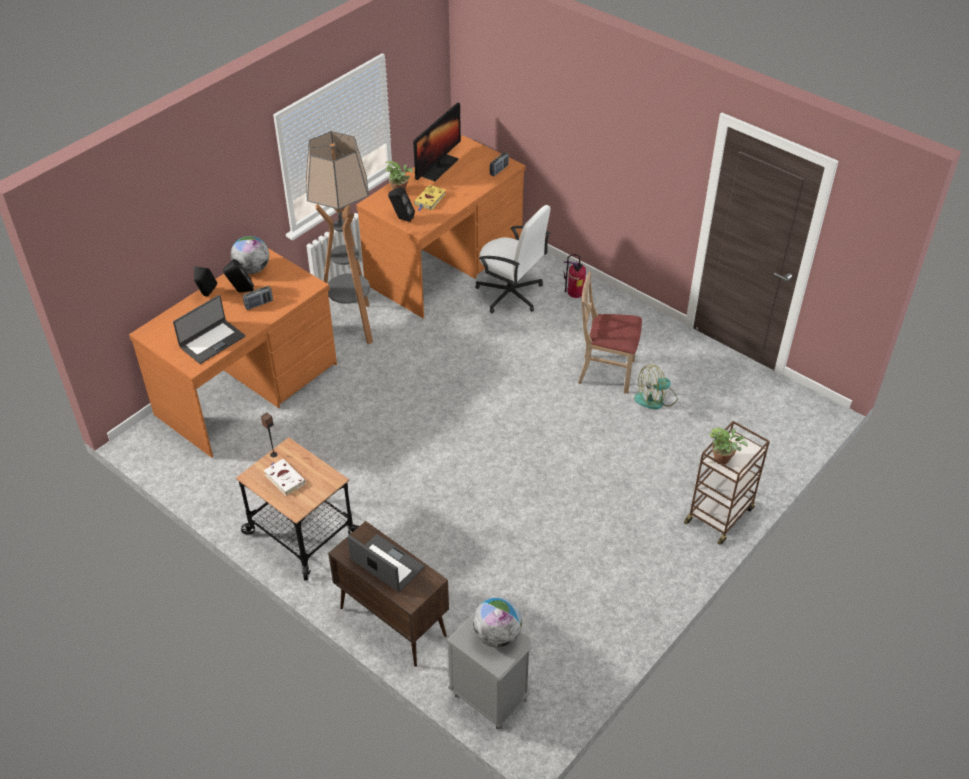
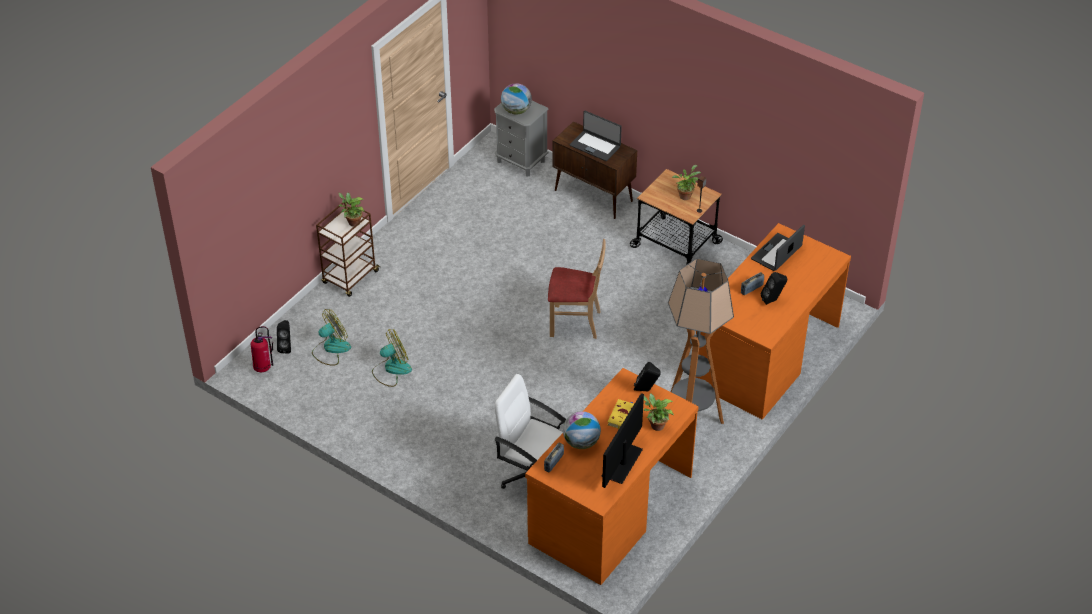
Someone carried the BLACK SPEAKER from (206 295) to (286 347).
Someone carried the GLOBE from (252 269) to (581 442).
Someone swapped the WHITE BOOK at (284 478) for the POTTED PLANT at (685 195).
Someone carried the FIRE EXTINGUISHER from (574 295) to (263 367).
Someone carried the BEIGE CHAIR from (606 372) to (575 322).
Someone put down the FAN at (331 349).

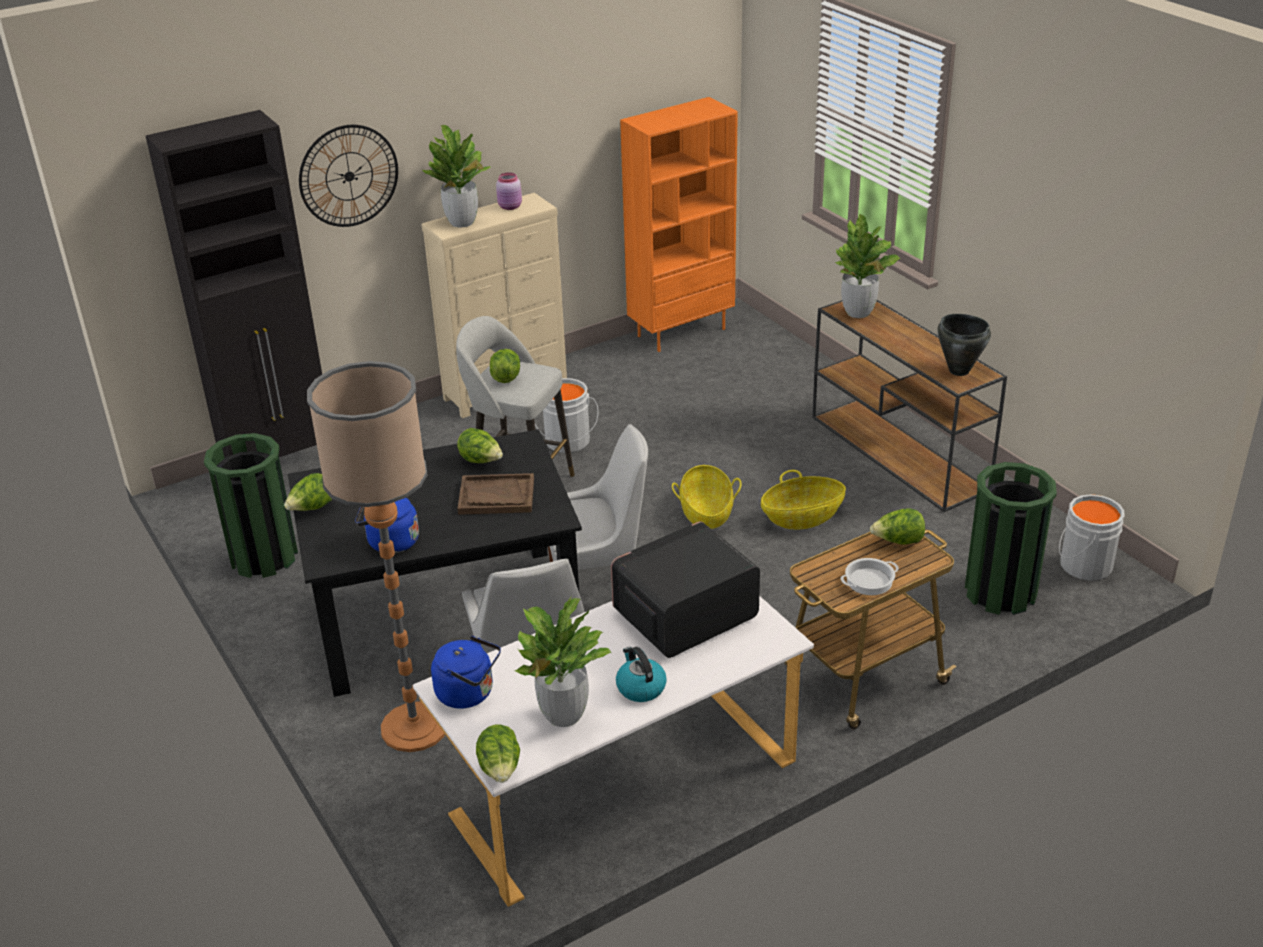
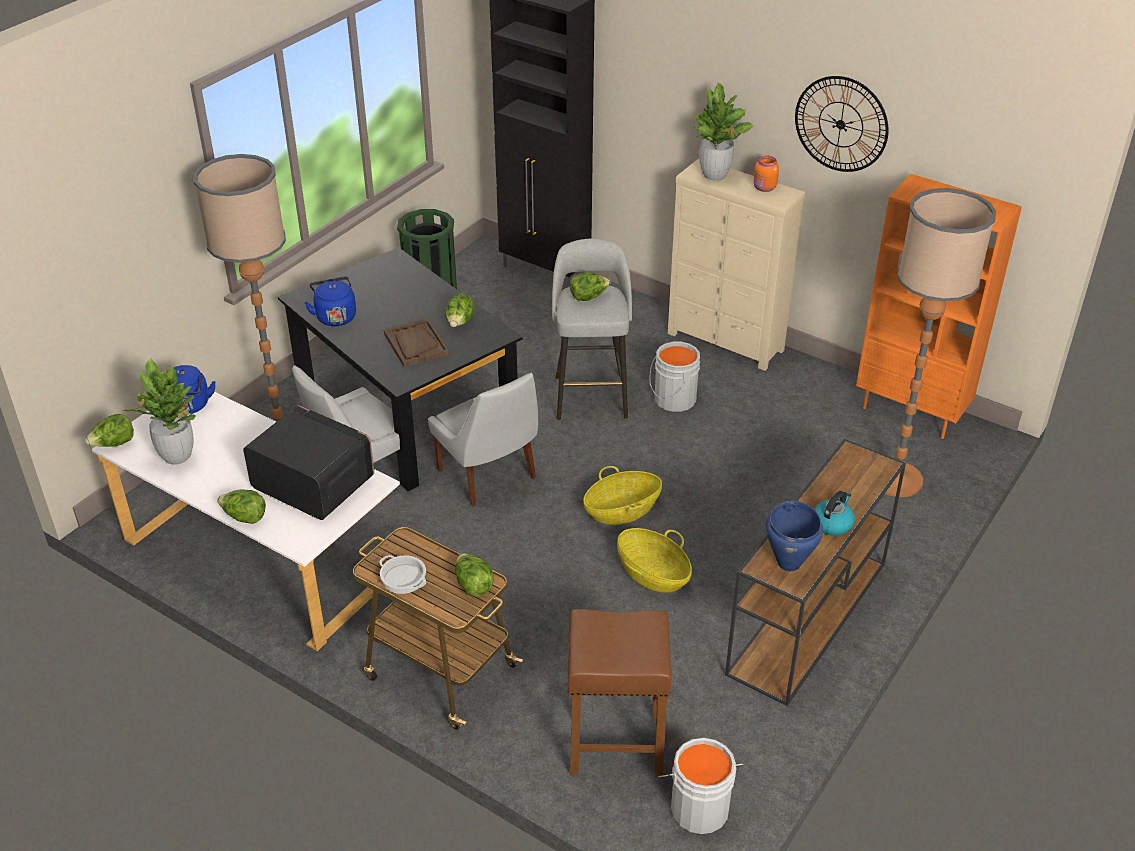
Someone carried the LETTUCE from (312 508) to (244 517).
Someone carried the WALL CLOCK from (349 176) to (841 124).
Someone repainted the PINK JAR at (510 207), which became the ORANGE JAR at (764 188).
Someone carried the KETTLE from (640 687) to (832 523).
Someone took away the POTTED PLANT at (858 312).
Someone repainted the BLACK COOKING POT at (959 370), which became the BLUE COOKING POT at (789 563).
Someone swapped the GREEN TRASH CAN at (1000 592) for the BROWN STOOL at (614 745).
Someone put down the FLOOR LAMP at (896 479).

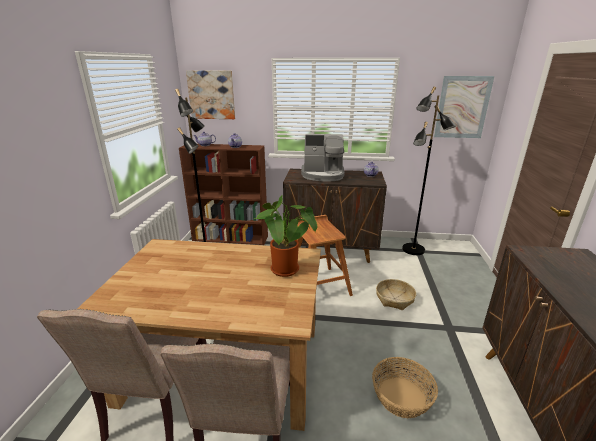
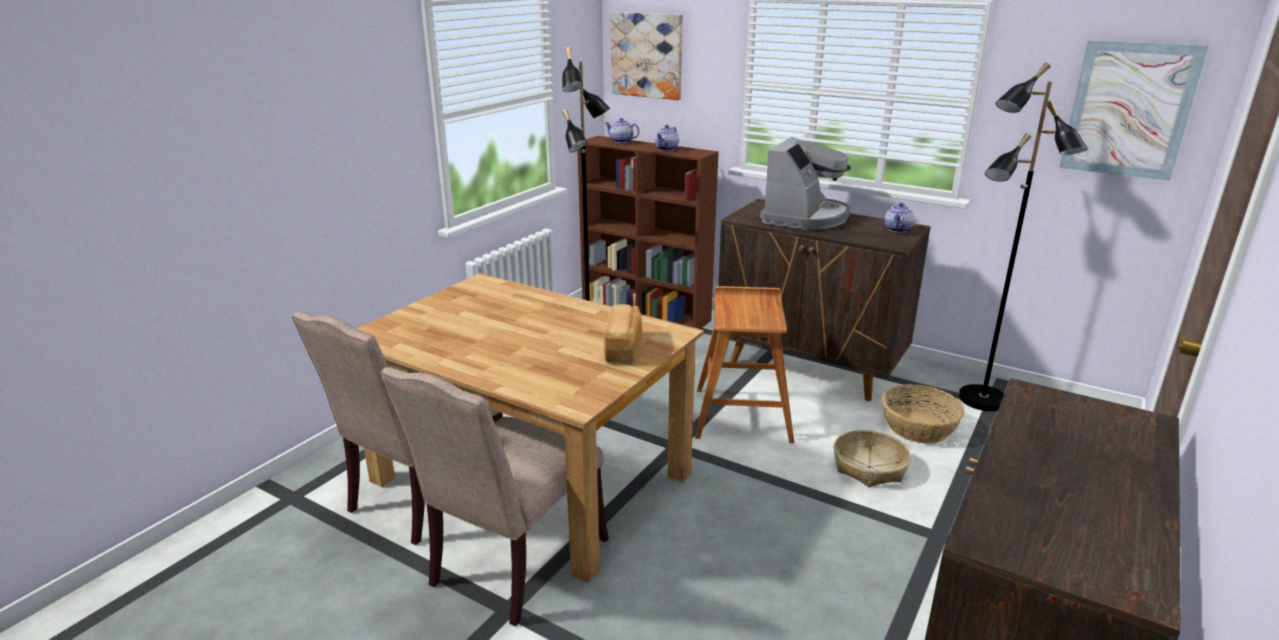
Someone swapped the POTTED PLANT at (287 271) for the BREAD at (624 347).
Someone rotated the COFFEE MACHINE at (323 175) by 90 degrees counterclockwise.
Someone carried the BASKET from (402 397) to (919 427).

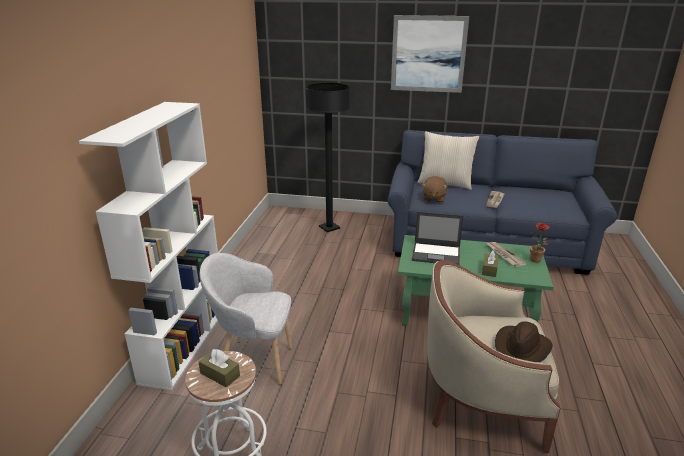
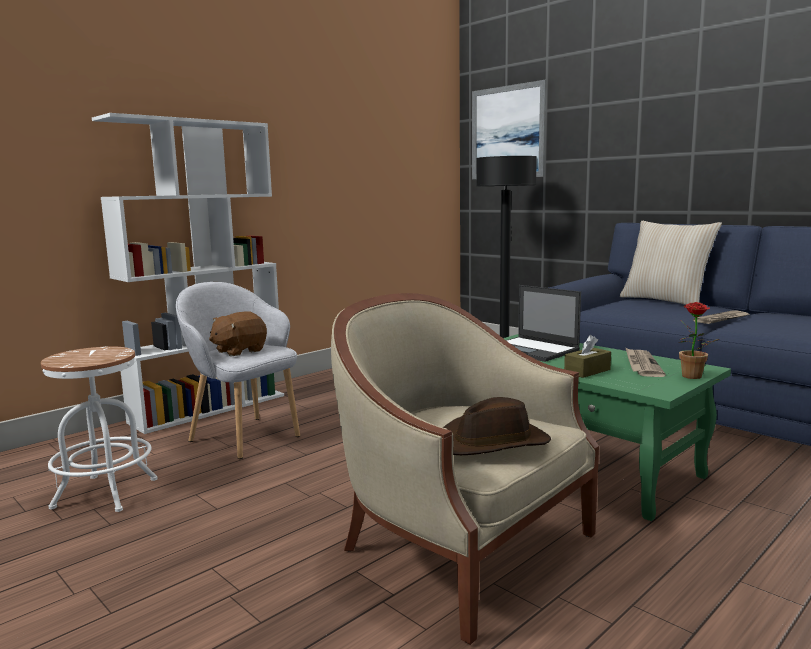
Someone took away the BROWN TISSUE BOX at (220 374).
Someone carried the PICTURE from (428 54) to (507 132).
Someone carried the BROWN PLUSH TOY from (433 198) to (239 351).

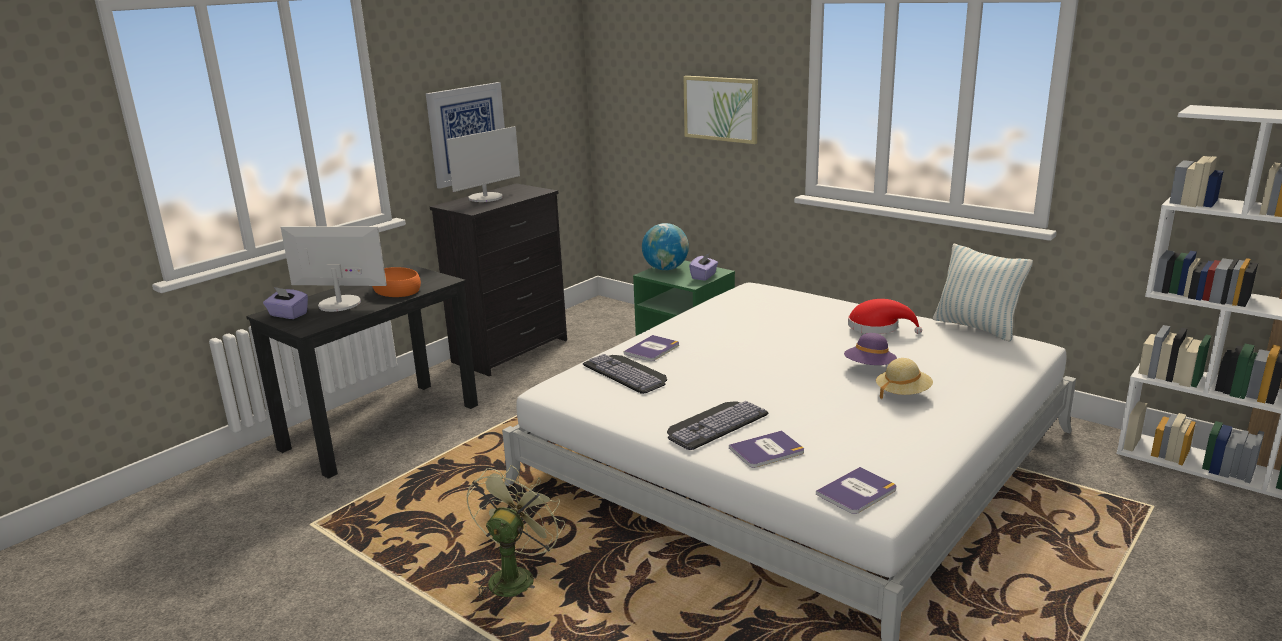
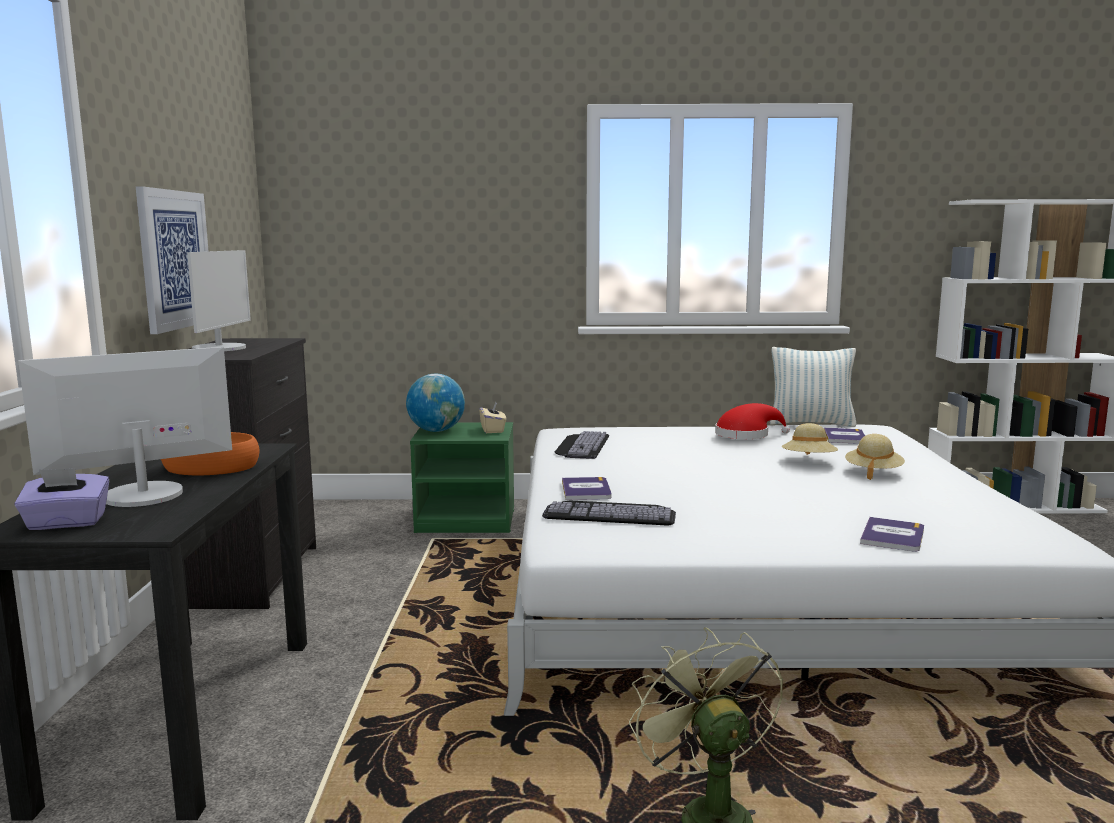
Someone carried the KEYBOARD from (714 423) to (581 445).
Someone took away the PICTURE at (721 108).
Someone repainted the PURPLE TISSUE BOX at (704 276), which became the BEIGE TISSUE BOX at (493 430).
Someone carried the BOOK from (857 492) to (845 437).
Someone repainted the PURPLE HAT at (869 367), which became the BEIGE HAT at (809 461).

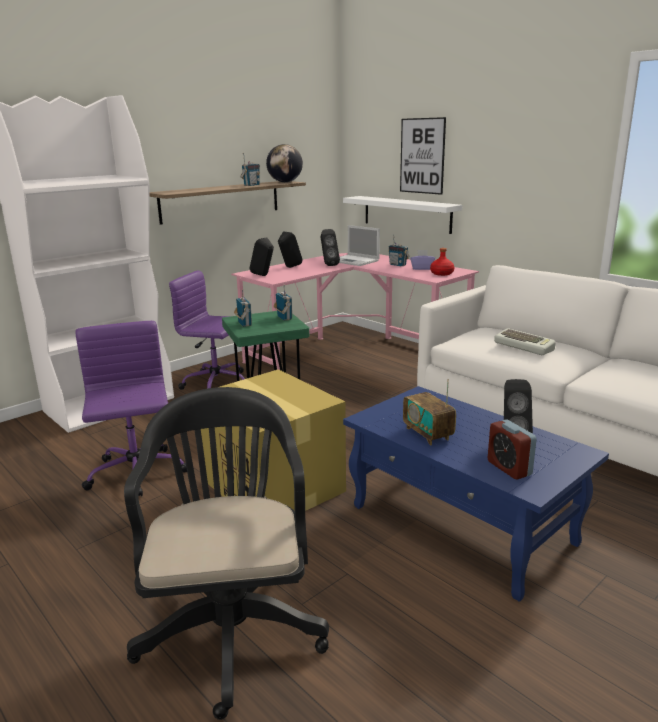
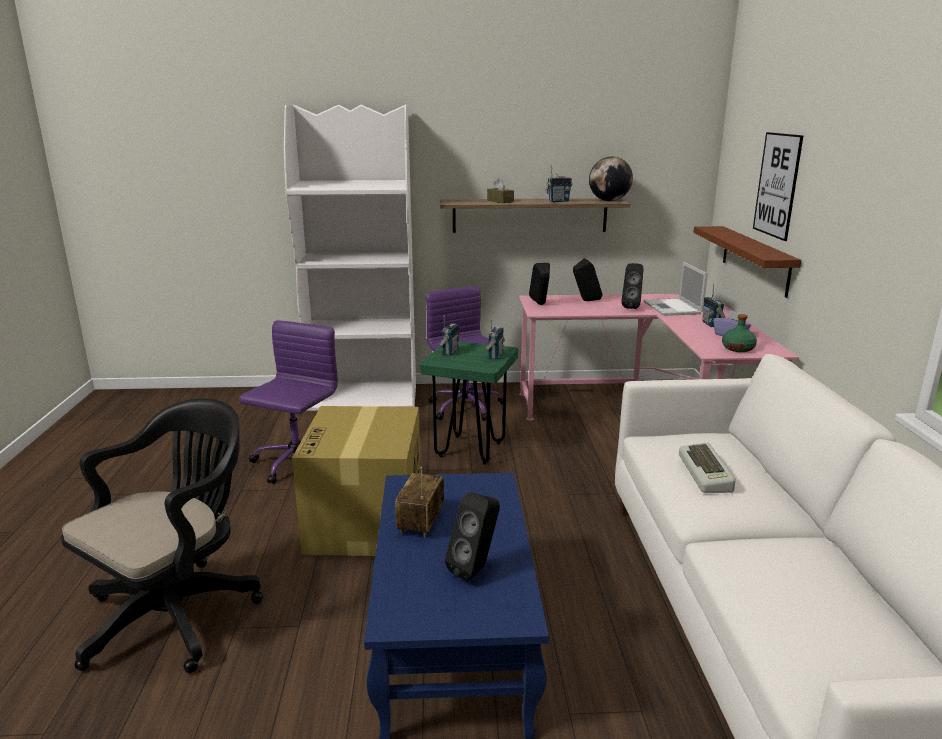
Someone repainted the WHITE SHELF at (406 214), which became the BROWN SHELF at (755 259).
Someone repainted the RED BOTTLE at (441 273), which became the GREEN BOTTLE at (738 348).
Someone took away the ALARM CLOCK at (509 468).
Someone put down the BROWN TISSUE BOX at (500 201).

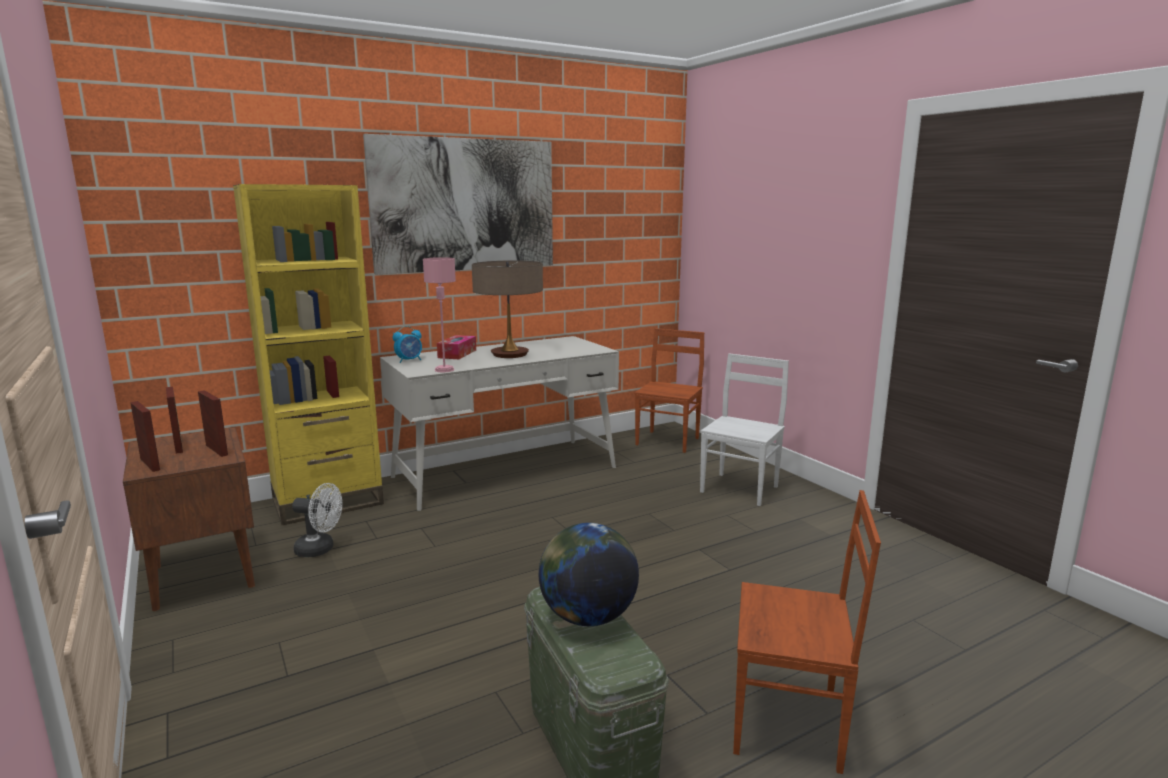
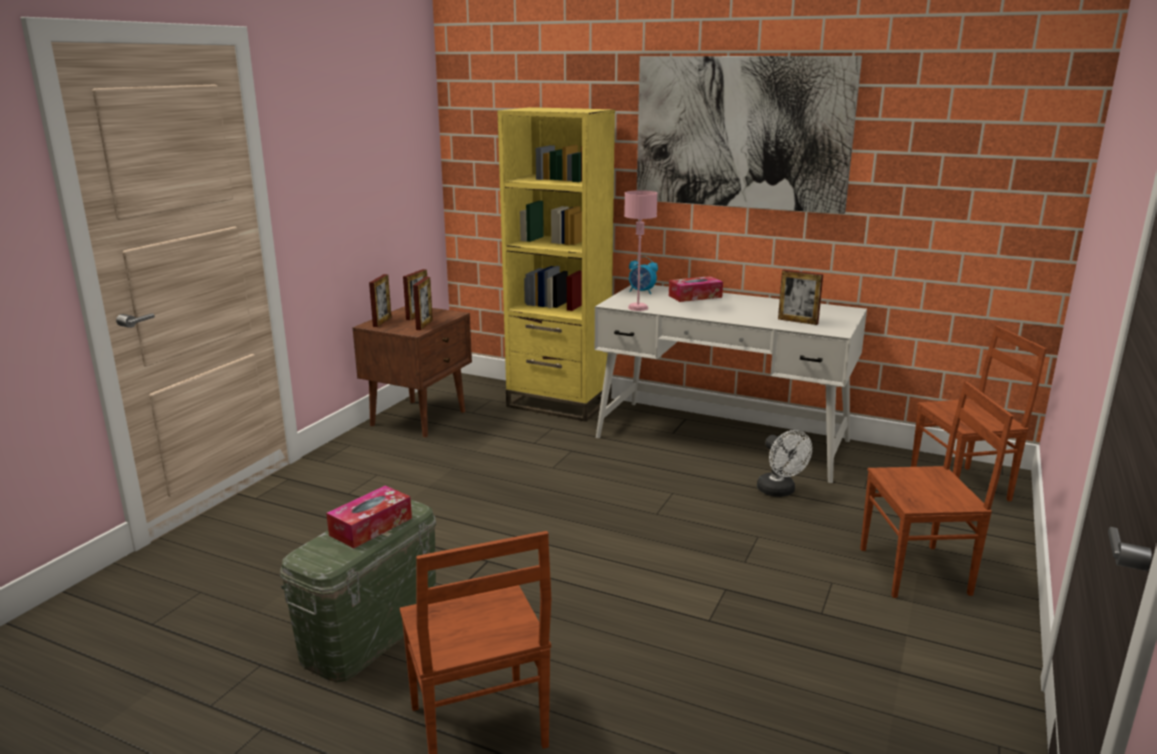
Someone carried the WHITE FAN from (320 549) to (780 492).
Someone took away the TABLE LAMP at (509 354).
Someone swapped the GLOBE at (587 617) for the TISSUE BOX at (371 526).
Someone repainted the WHITE CHAIR at (740 489), which became the BROWN CHAIR at (916 572).
Someone put down the PICTURE FRAME at (798 321).

